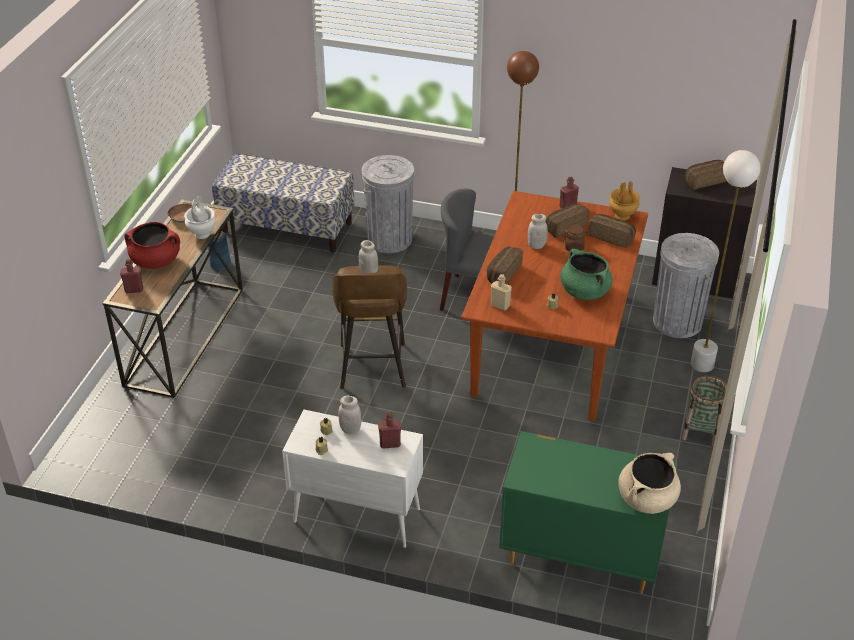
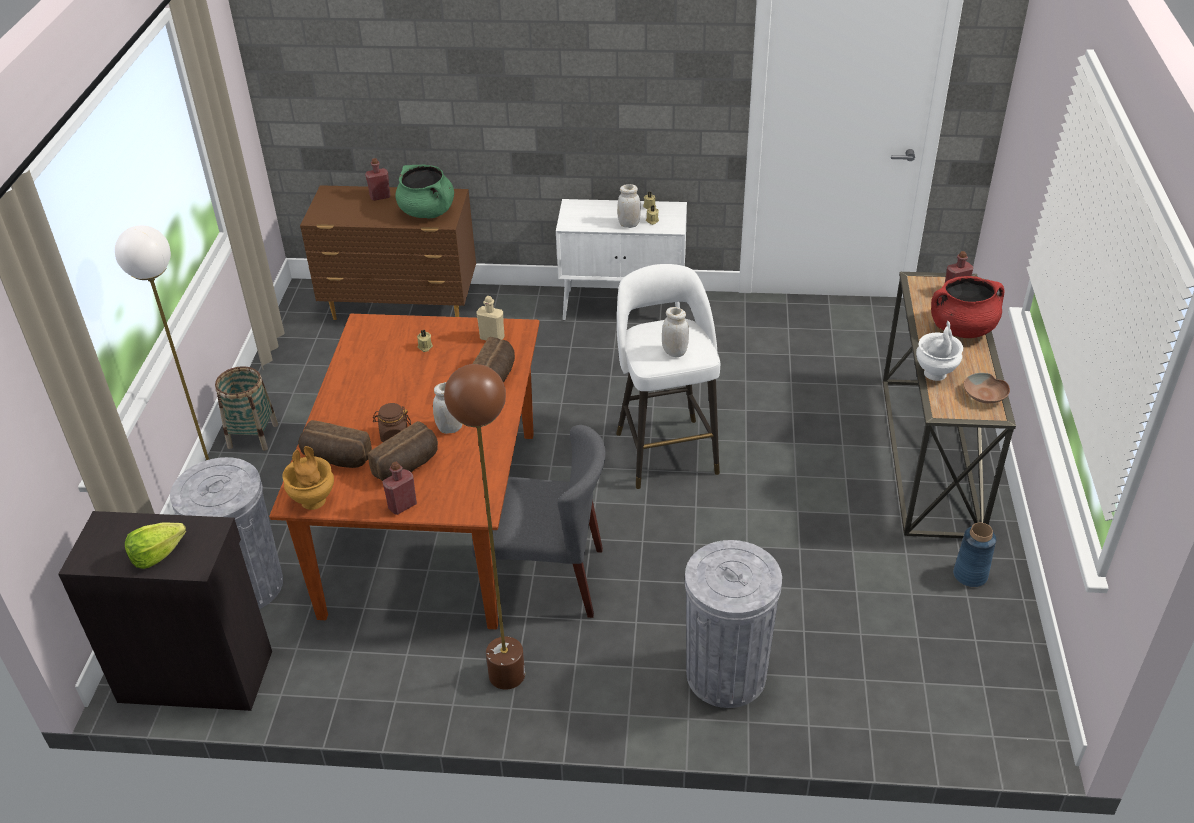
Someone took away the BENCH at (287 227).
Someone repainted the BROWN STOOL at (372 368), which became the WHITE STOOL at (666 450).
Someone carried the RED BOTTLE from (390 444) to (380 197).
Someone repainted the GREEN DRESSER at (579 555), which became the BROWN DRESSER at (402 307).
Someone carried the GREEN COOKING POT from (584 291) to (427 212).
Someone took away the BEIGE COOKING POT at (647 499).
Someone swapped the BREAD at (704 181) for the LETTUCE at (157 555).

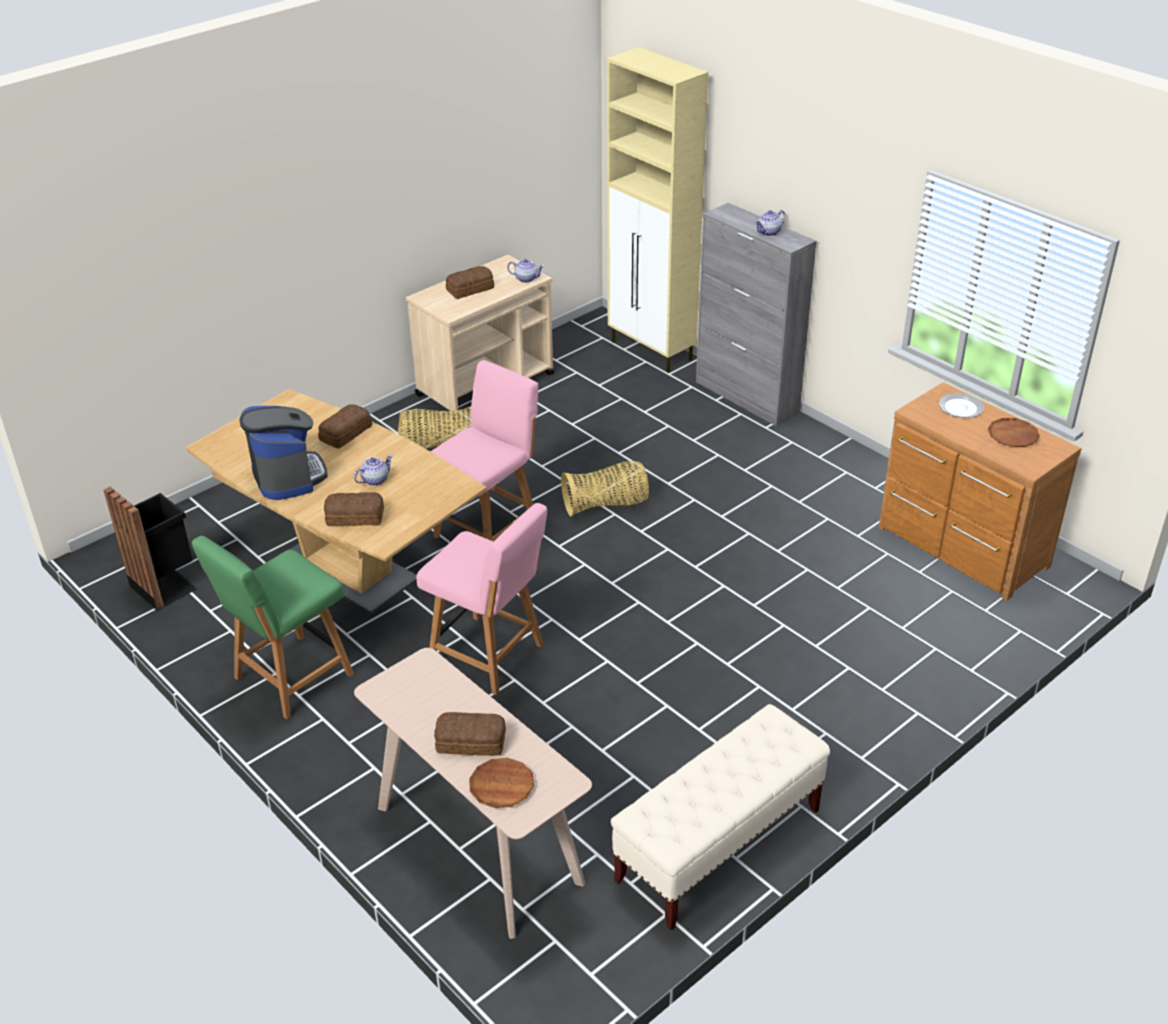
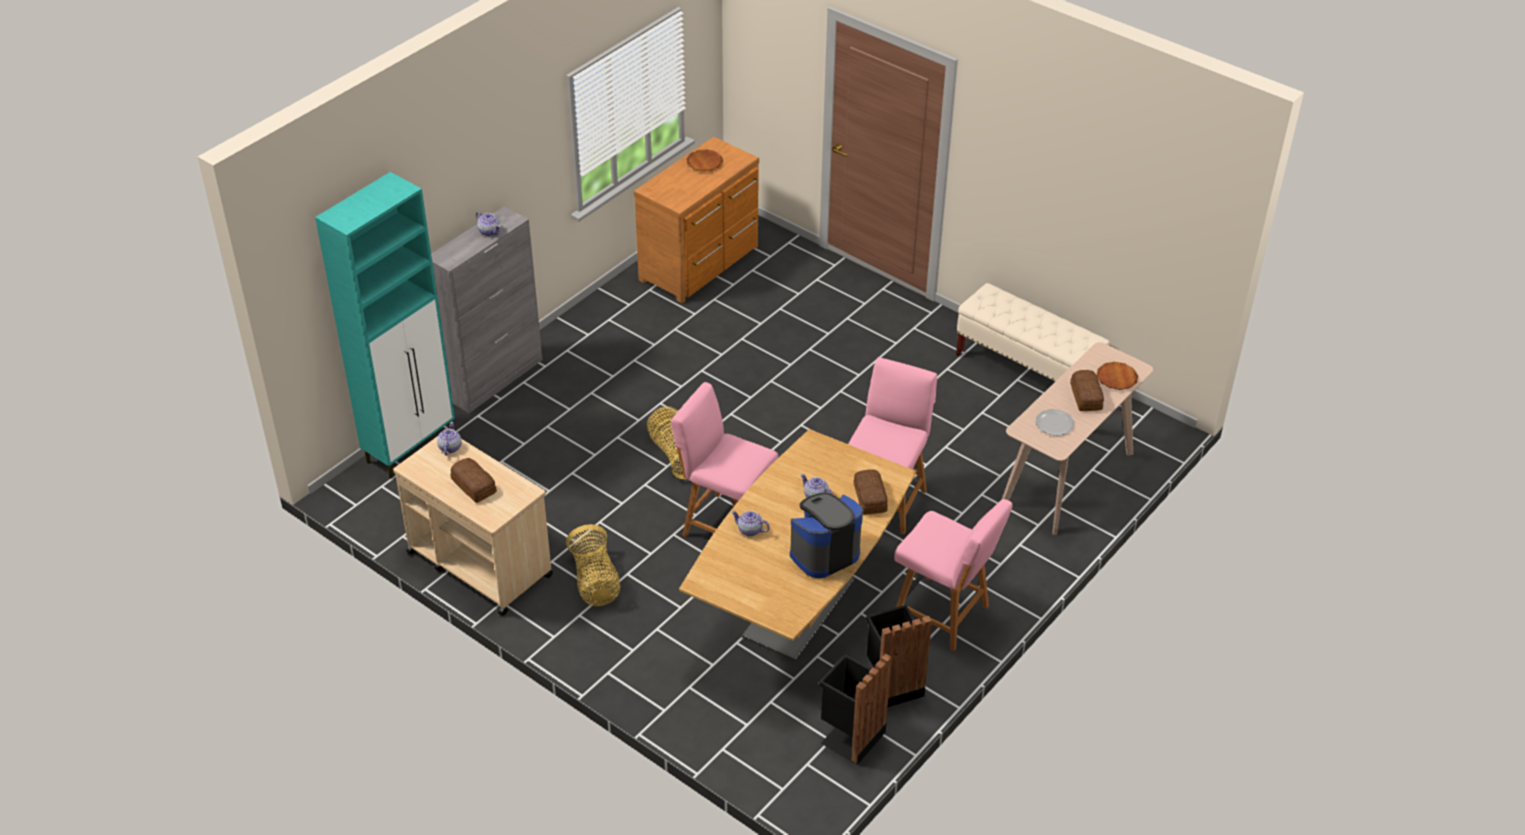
Someone repainted the GREEN CHAIR at (290 678), which became the PINK CHAIR at (944 615).
Someone swapped the BREAD at (344 433) for the TEAPOT at (749 530).
Someone repainted the BEIGE CABINET at (652 351), which became the TURQUOISE CABINET at (411 447).
Someone carried the PLATE from (960 407) to (1054 424).
Someone put down the BLACK TRASH CAN at (891 685).

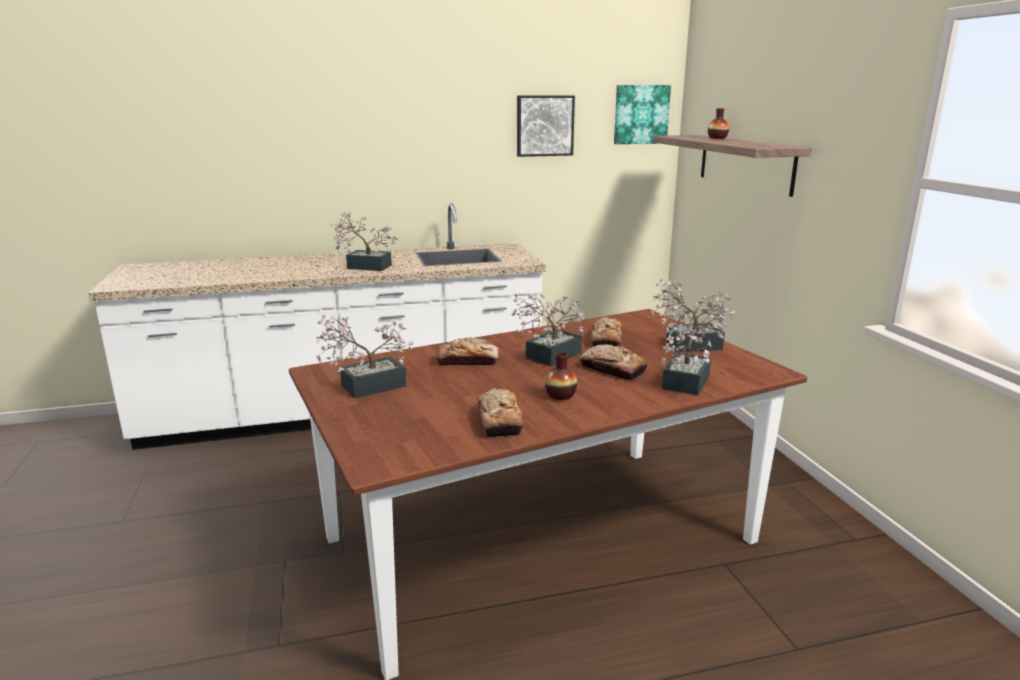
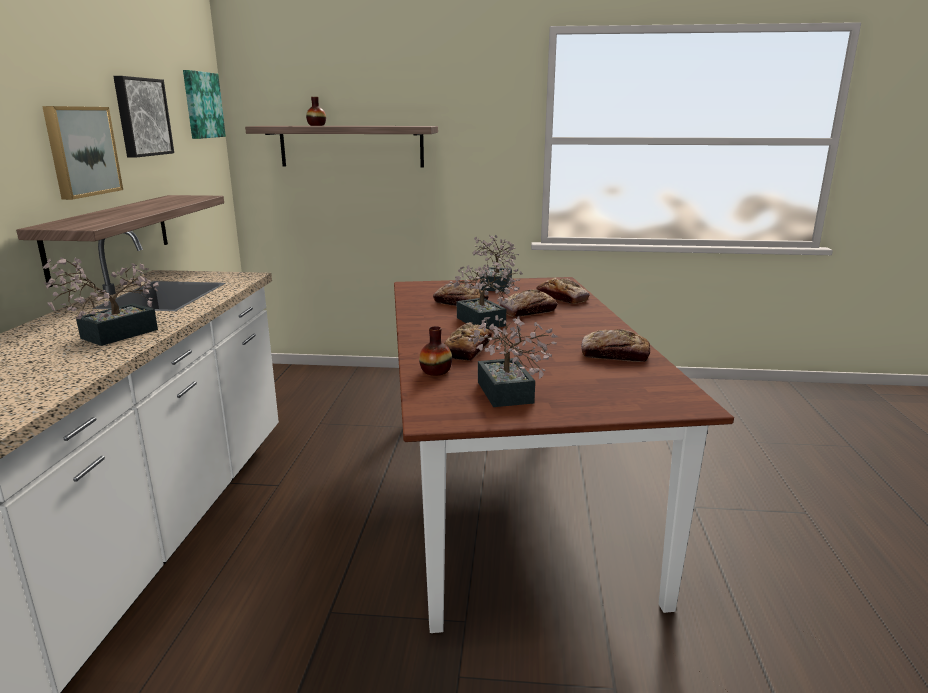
Someone carried the VASE from (560 395) to (435 371).
Someone swapped the POTTED PLANT at (688 379) for the BREAD at (562 298).
Someone put up the SHELF at (110 236).
Someone put up the PICTURE at (81 151).

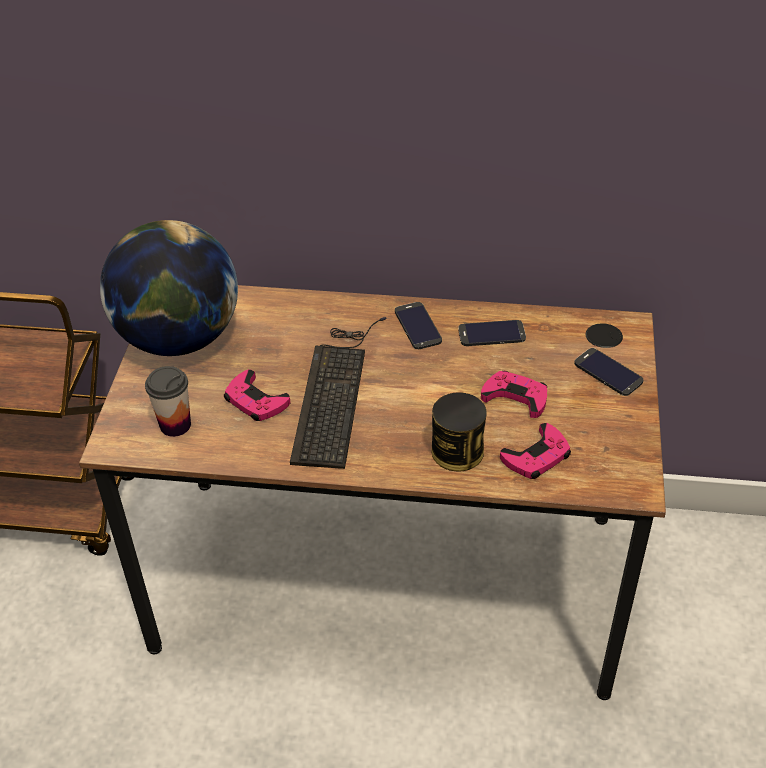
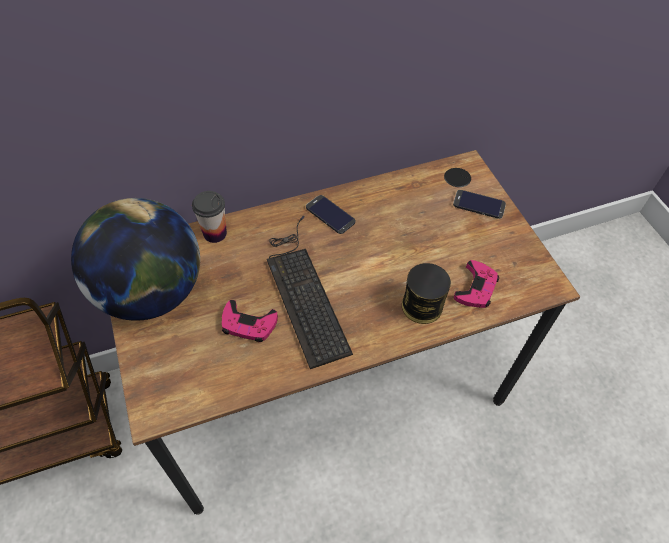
Someone carried the CUP from (175 425) to (215 233).
Someone took away the PHONE at (491 334).
Someone took away the PINK GAME CONTROLLER at (515 397).

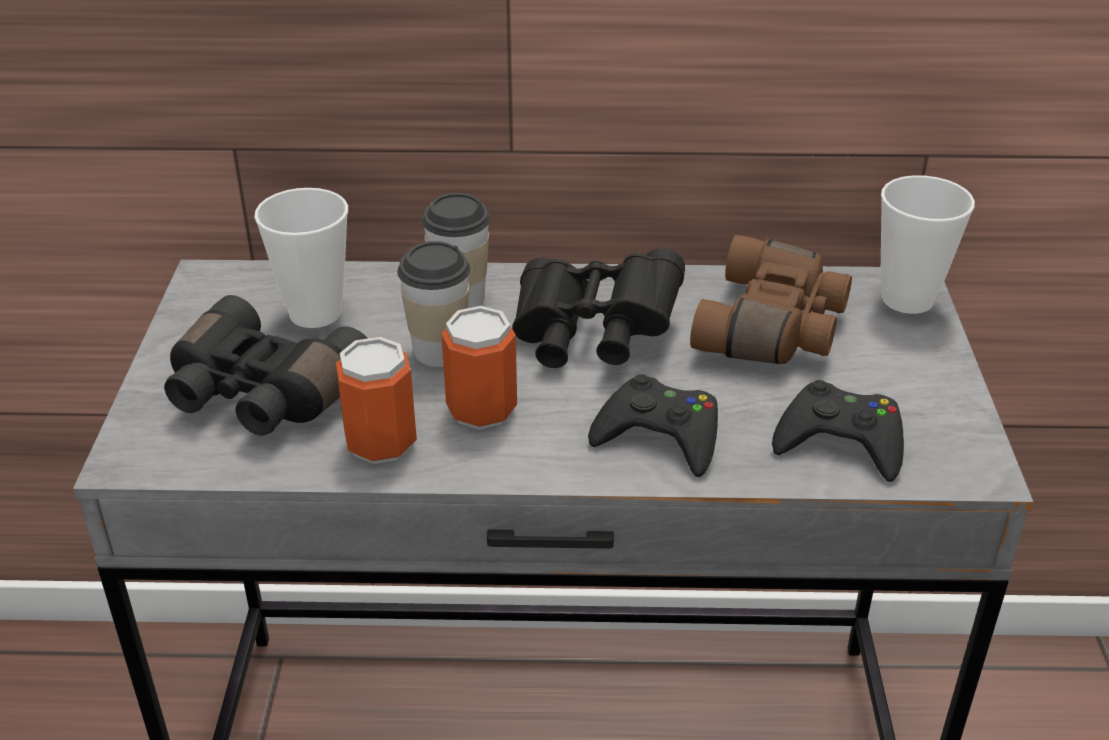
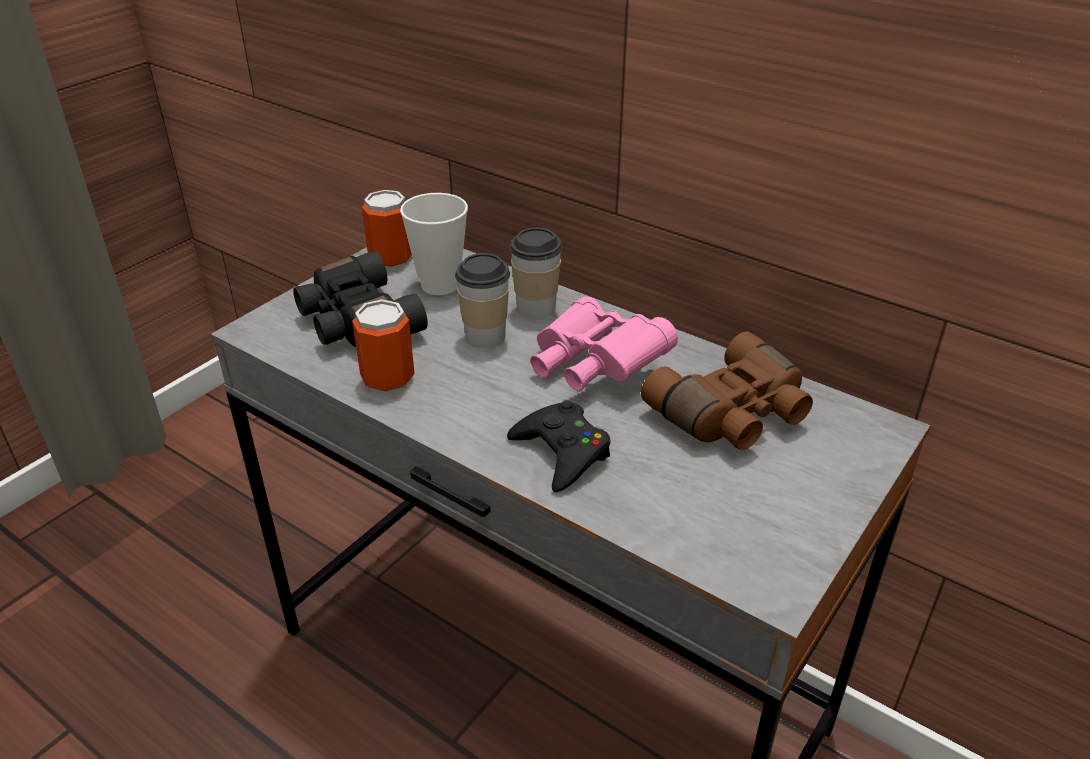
Someone carried the CAN from (481 409) to (391 258).
Someone repainted the BLACK BINOCULARS at (592 336), which became the PINK BINOCULARS at (593 367).
Someone took away the BLACK GAME CONTROLLER at (840 441).
Someone took away the CUP at (907 299).

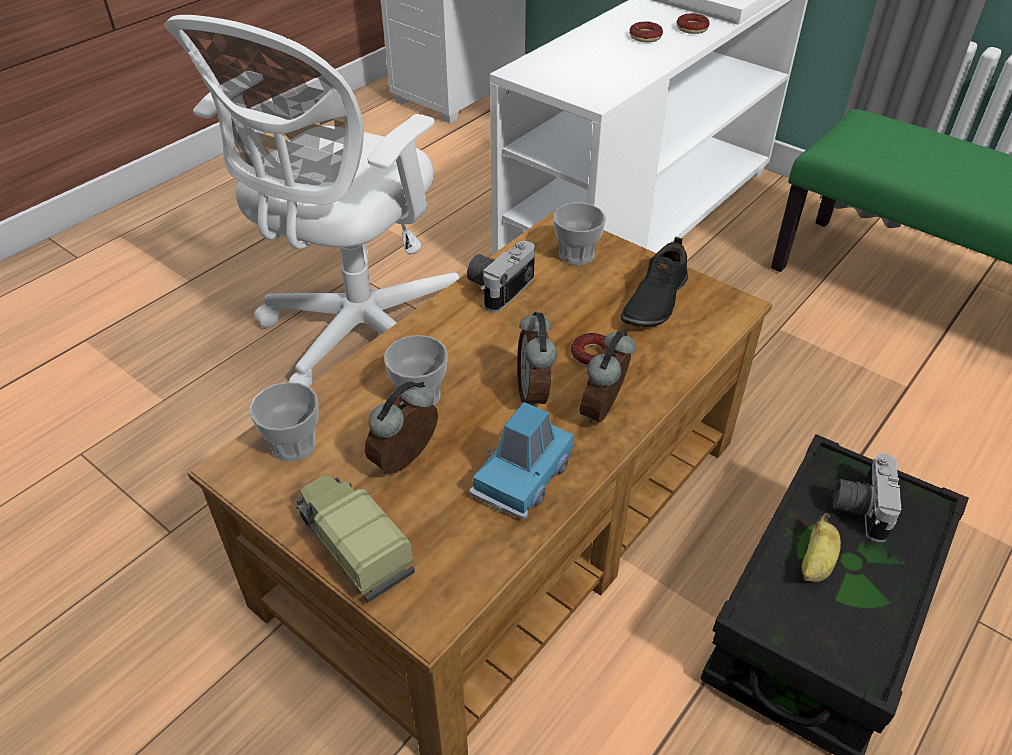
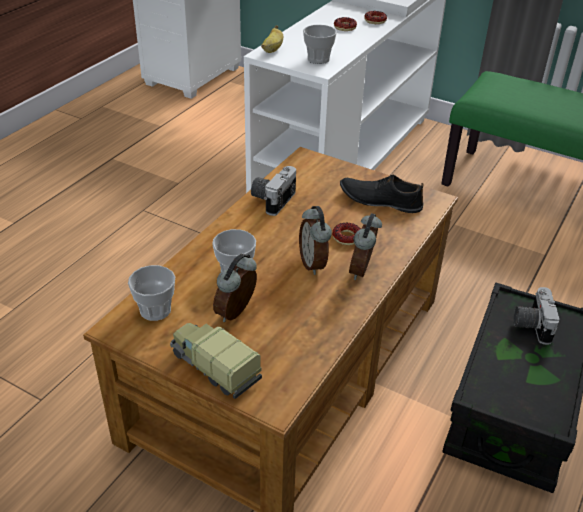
Someone took away the WHITE OFFICE CHAIR at (357 335).
Someone took away the BLUE TOY CAR at (523 476).
Someone carried the CUP from (576 255) to (318 59).
Someone rotated the BLACK SHOE at (654 300) by 90 degrees clockwise.
Someone carried the BANANA from (816 563) to (272 50).

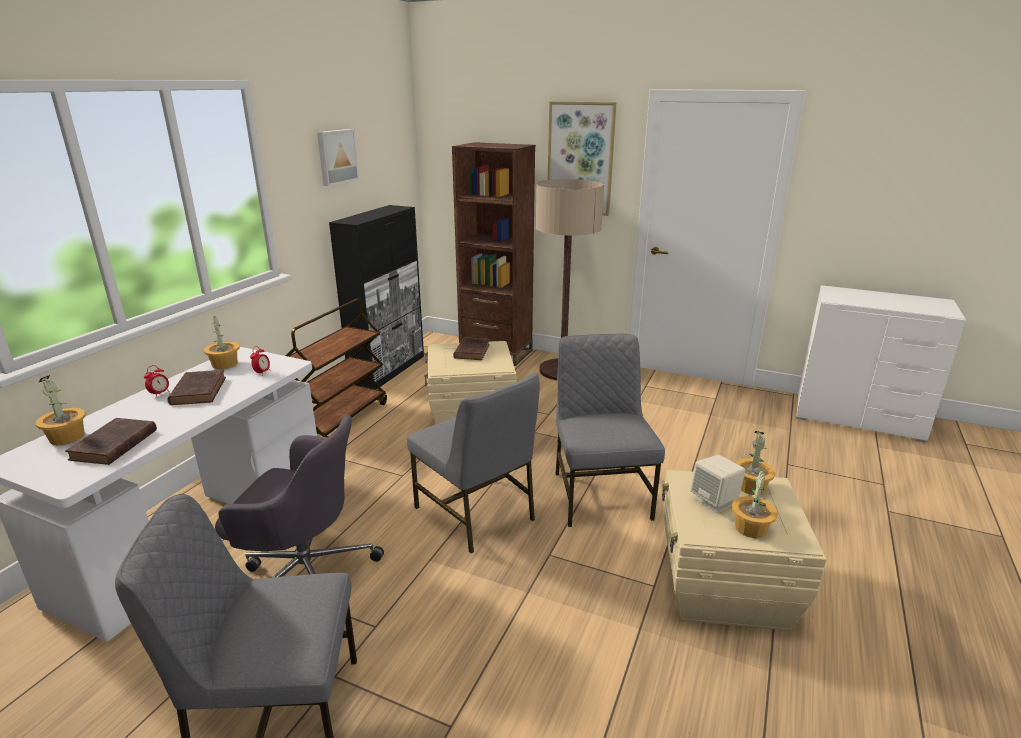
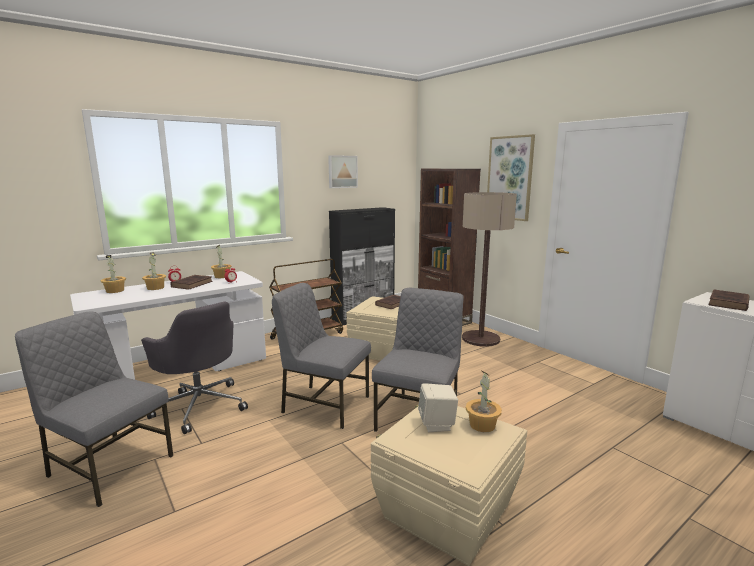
Someone carried the BROWN BOOK from (113 446) to (728 303).
Someone rotated the GREY CHAIR at (476 513) by 120 degrees clockwise.
Someone carried the POTTED PLANT from (750 528) to (155 288).

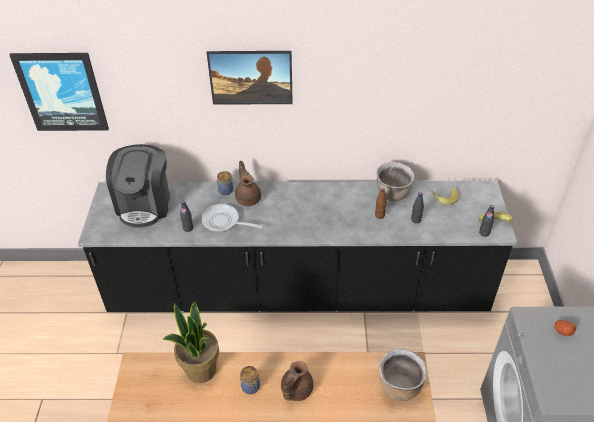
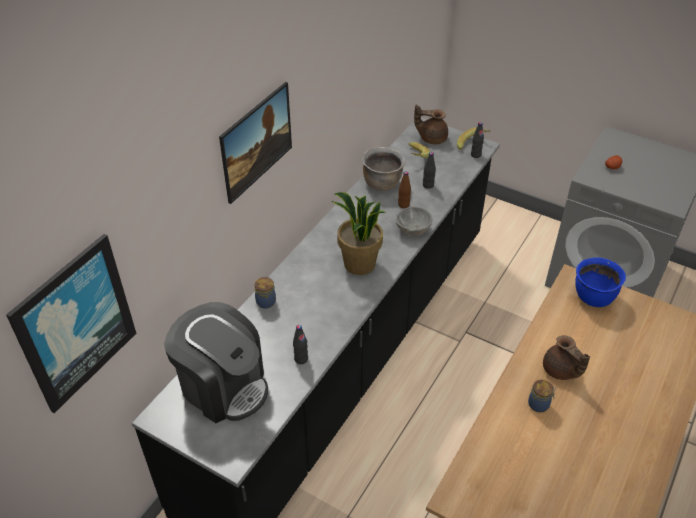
Someone carried the POTTED PLANT from (200 370) to (359 264).
Someone took away the FRYING PAN at (224 222).
Someone carried the BROWN TEAPOT from (248 198) to (431 138).
Someone repainted the BROWN COOKING POT at (399 387), which became the BLUE COOKING POT at (593 297).
Someone put down the GREY BOWL at (413 230).

